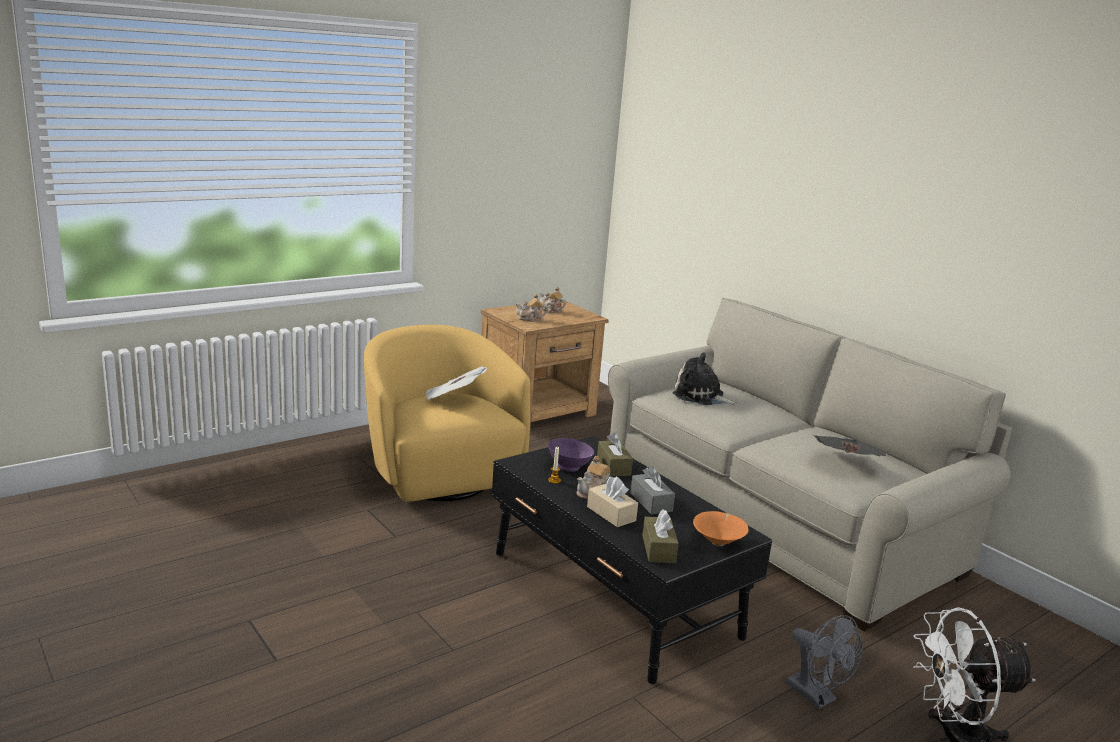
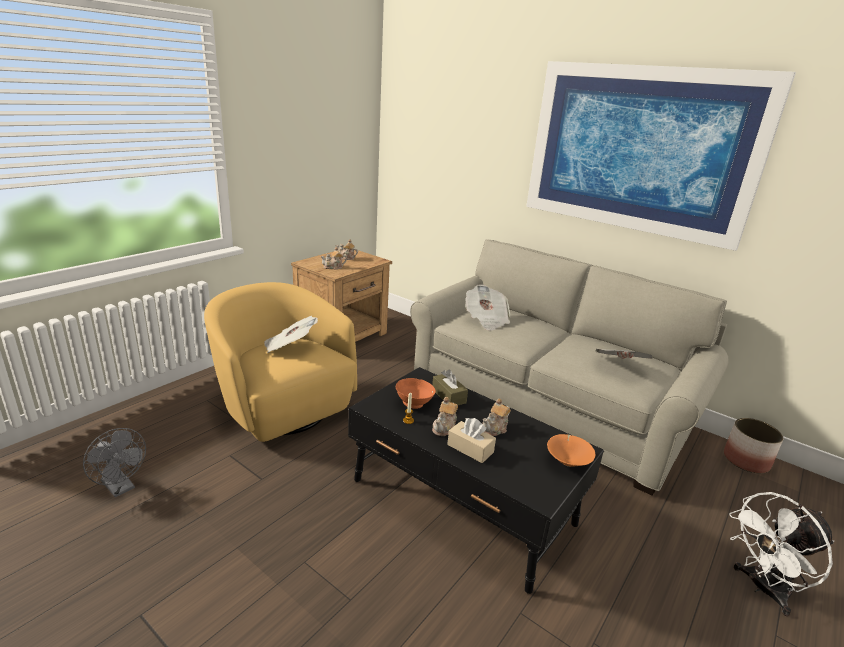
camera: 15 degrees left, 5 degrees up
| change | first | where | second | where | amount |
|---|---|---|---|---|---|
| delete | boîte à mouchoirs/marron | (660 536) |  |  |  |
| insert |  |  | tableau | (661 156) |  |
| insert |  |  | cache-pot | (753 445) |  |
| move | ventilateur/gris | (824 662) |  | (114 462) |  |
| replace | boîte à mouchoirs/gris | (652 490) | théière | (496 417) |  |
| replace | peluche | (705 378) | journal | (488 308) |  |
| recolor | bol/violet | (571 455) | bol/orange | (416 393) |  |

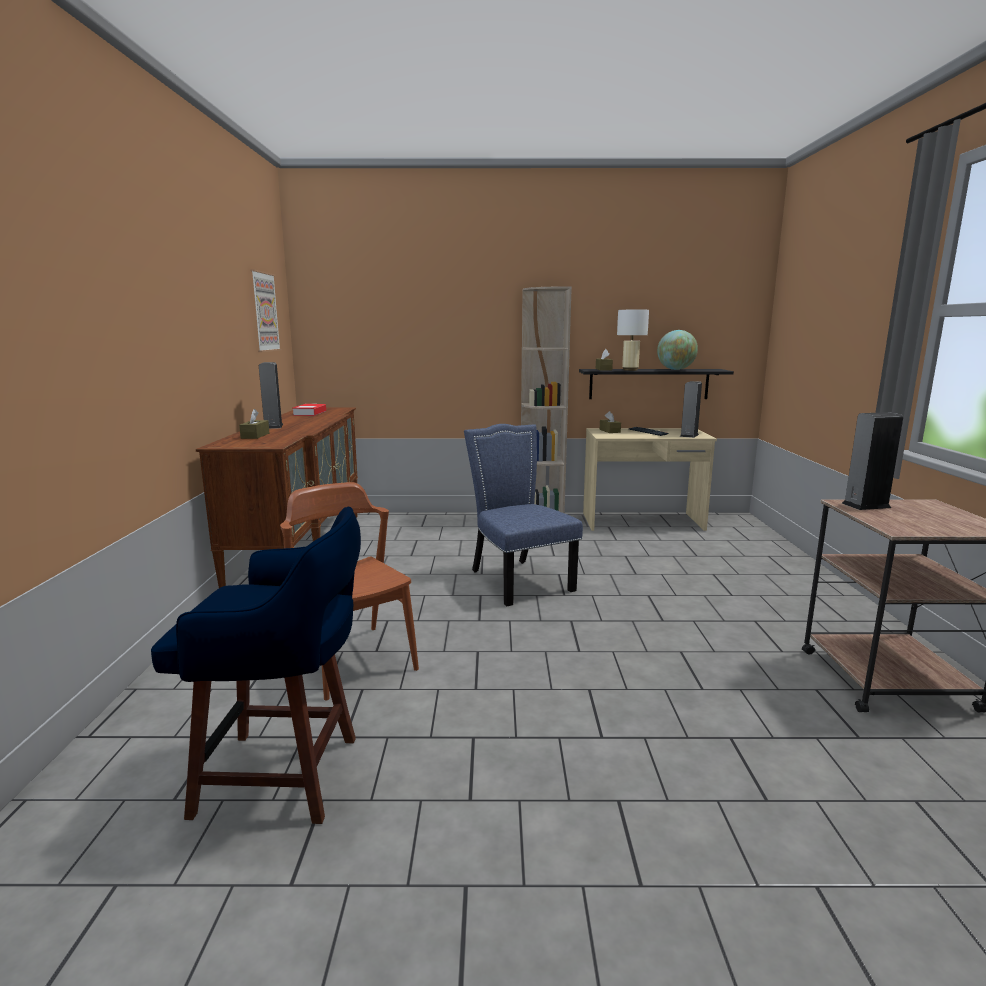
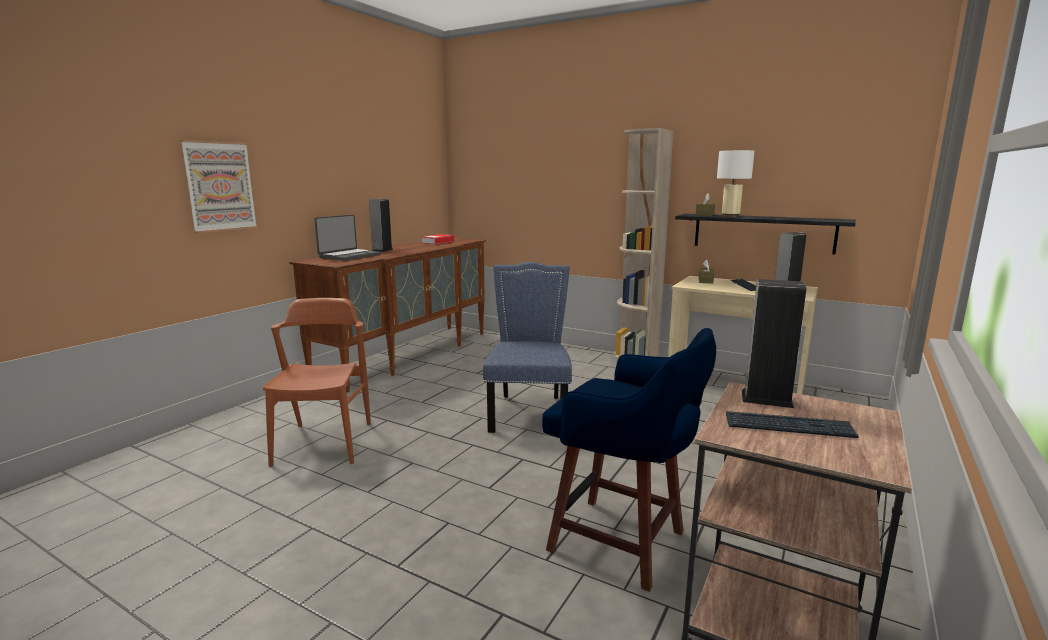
camera: 30 degrees right, 0 degrees up
| change | first | where | second | where | amount |
|---|---|---|---|---|---|
| delete | globe | (677 350) |  |  |  |
| insert |  |  | clavier | (792 424) |  |
| move | tabouret/bleu | (256 665) |  | (629 460) |  |
| move | tableau | (266 310) |  | (219 186) |  |
| replace | boîte à mouchoirs/marron | (254 424) | ordinateur portable | (347 238) |  |

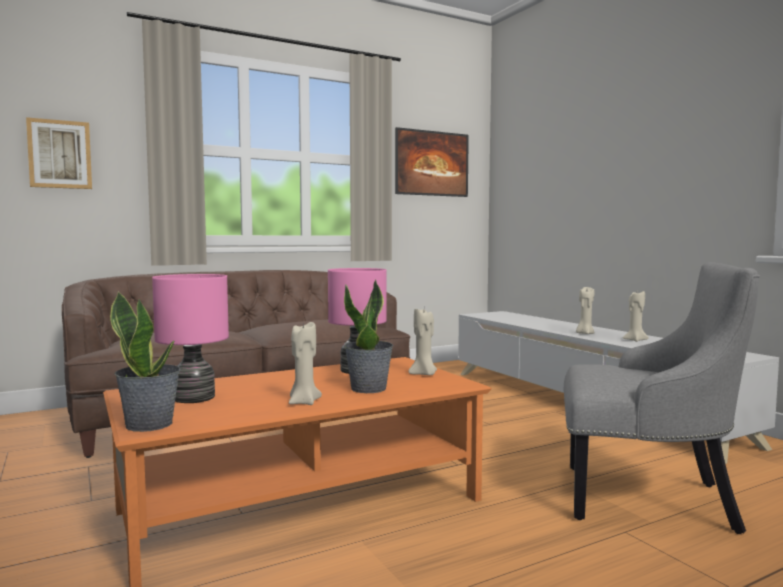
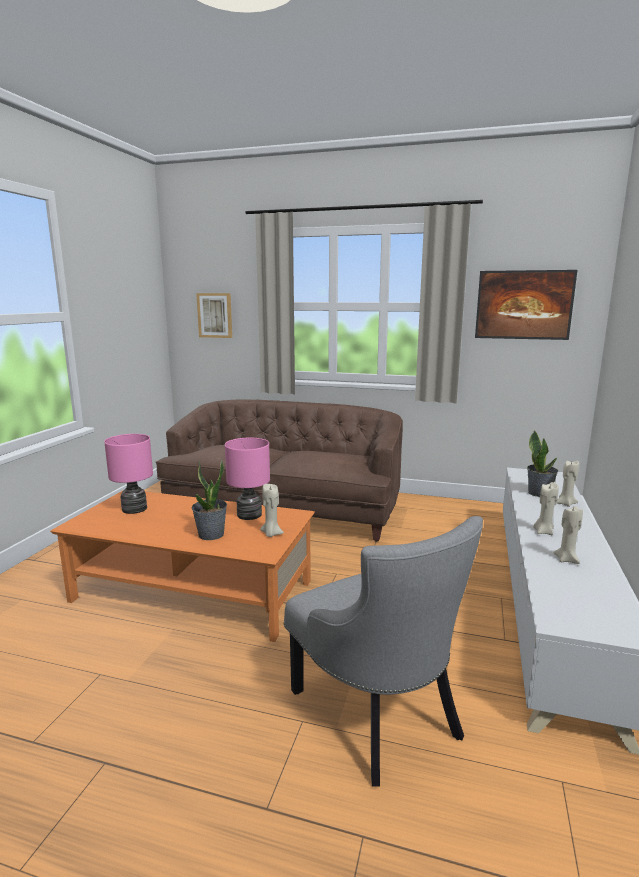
camera: 45 degrees right, 10 degrees up
| change | first | where | second | where | amount |
|---|---|---|---|---|---|
| move | plante en pot | (145 361) |  | (542 463) |  |
| move | bougie/beige | (305 363) |  | (568 484) |  |

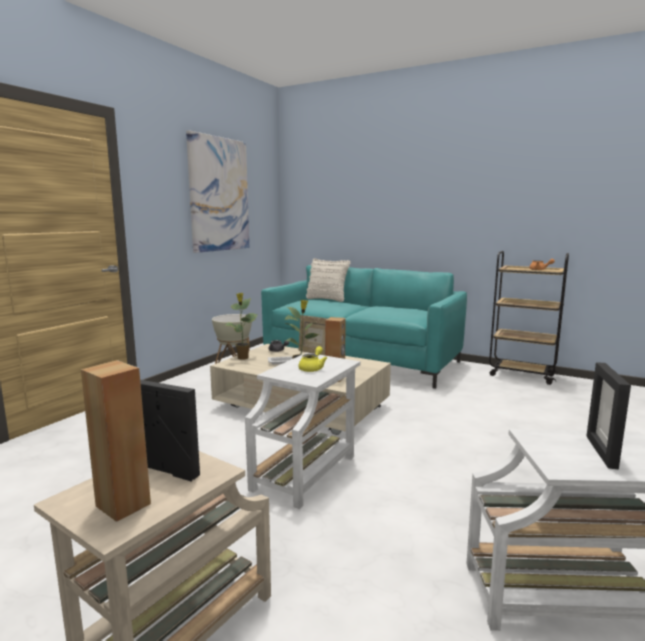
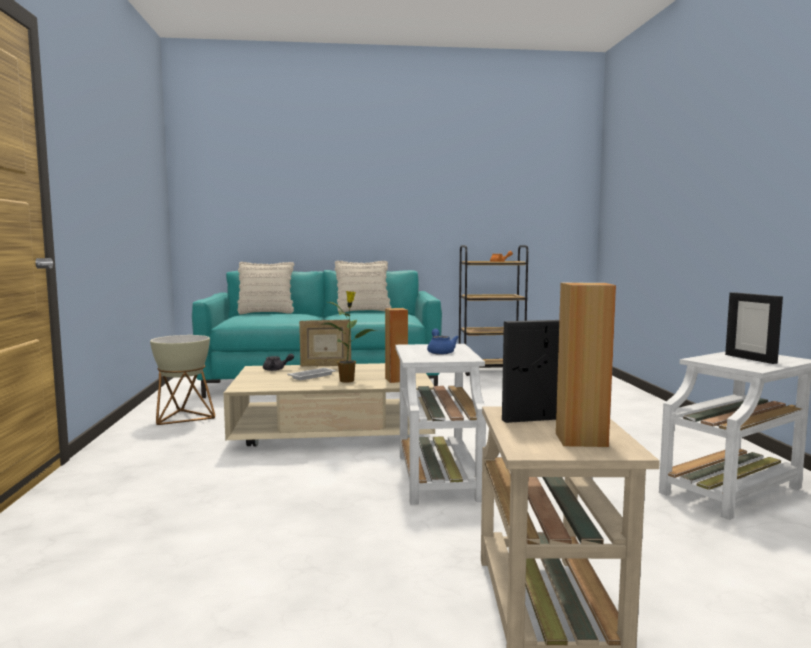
camera: 35 degrees left, 5 degrees down
| change | first | where | second | where | amount |
|---|---|---|---|---|---|
| delete | tableau | (217 191) |  |  |  |
| delete | plante en pot | (241 326) |  |  |  |
| insert |  |  | coussin/beige | (363 286) |  |
| recolor | théière/jaune | (312 359) | théière/bleu | (443 342) |  |

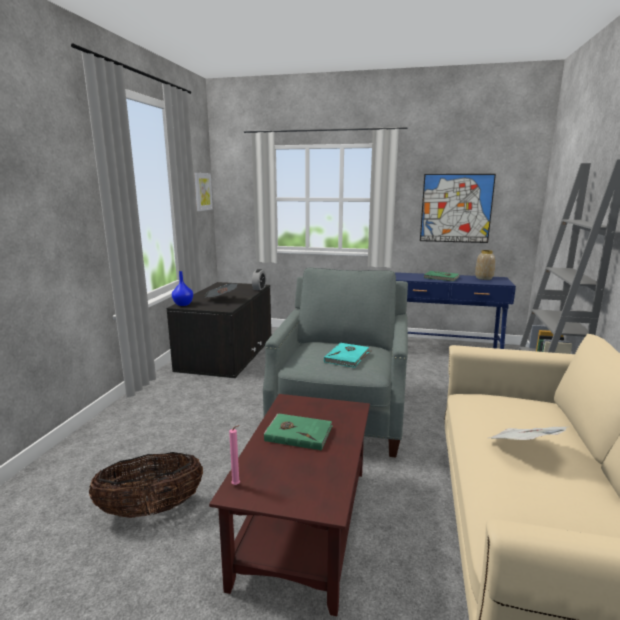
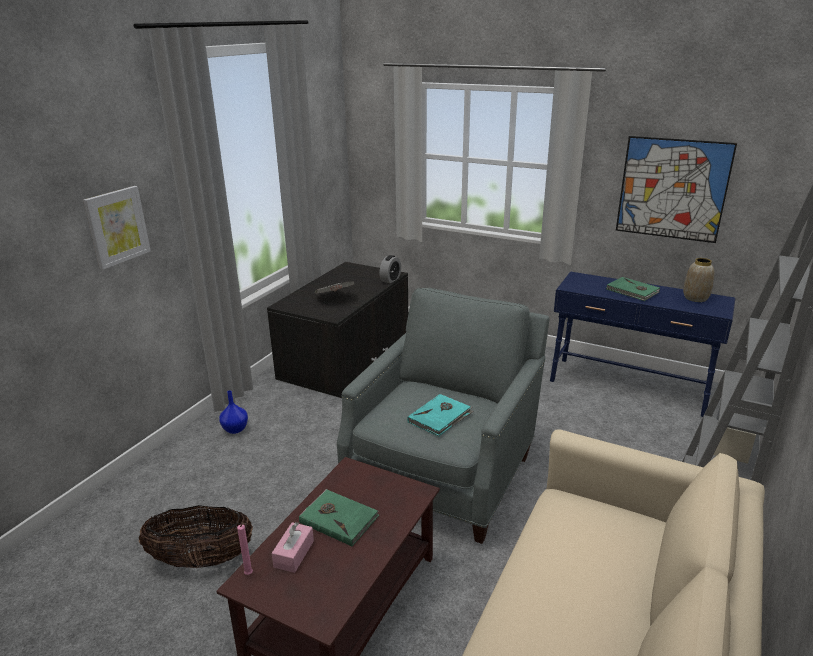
camera: 15 degrees right, 10 degrees up
| change | first | where | second | where | amount |
|---|---|---|---|---|---|
| delete | journal | (527 433) |  |  |  |
| insert |  |  | boîte à mouchoirs/rose | (293 547) |  |
| move | vase/bleu | (182 288) |  | (233 412) |  |
| move | tableau | (203 192) |  | (117 228) |  |

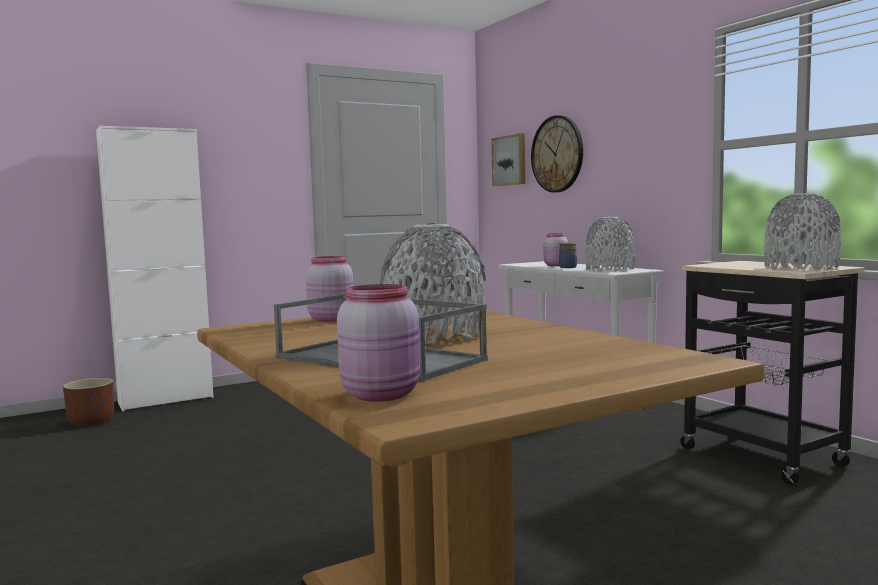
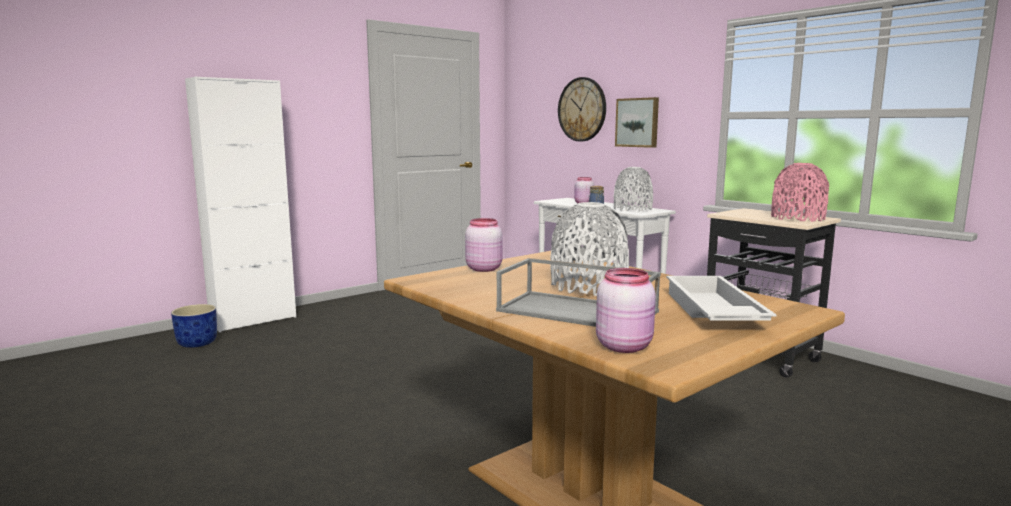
camera: 10 degrees left, 5 degrees up
| change | first | where | second | where | amount |
|---|---|---|---|---|---|
| insert |  |  | plateau/blanc | (721 298) |  |
| move | tableau | (508 159) |  | (637 122) |  |
| recolor | cache-pot/marron | (88 402) | cache-pot/bleu | (194 326) |  |
| recolor | vase/gris | (802 231) | vase/rose | (800 192) |  |

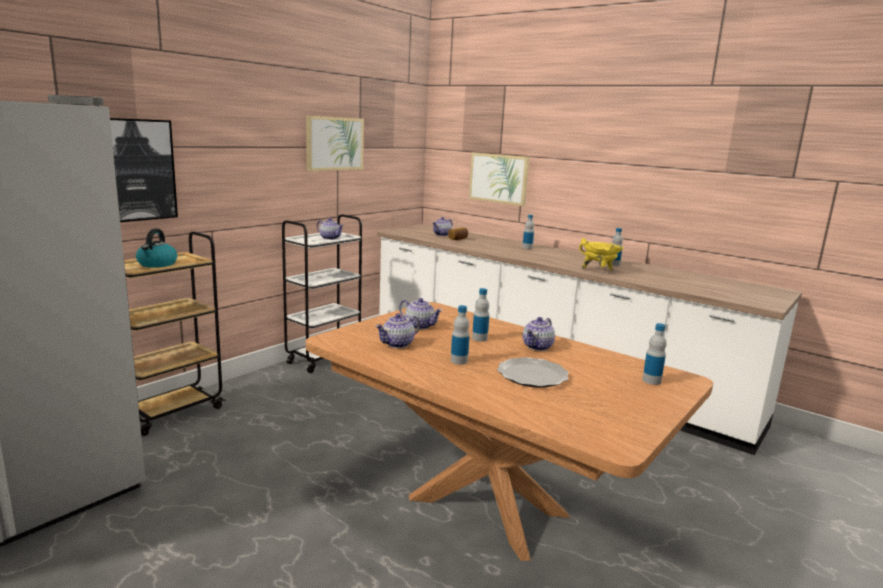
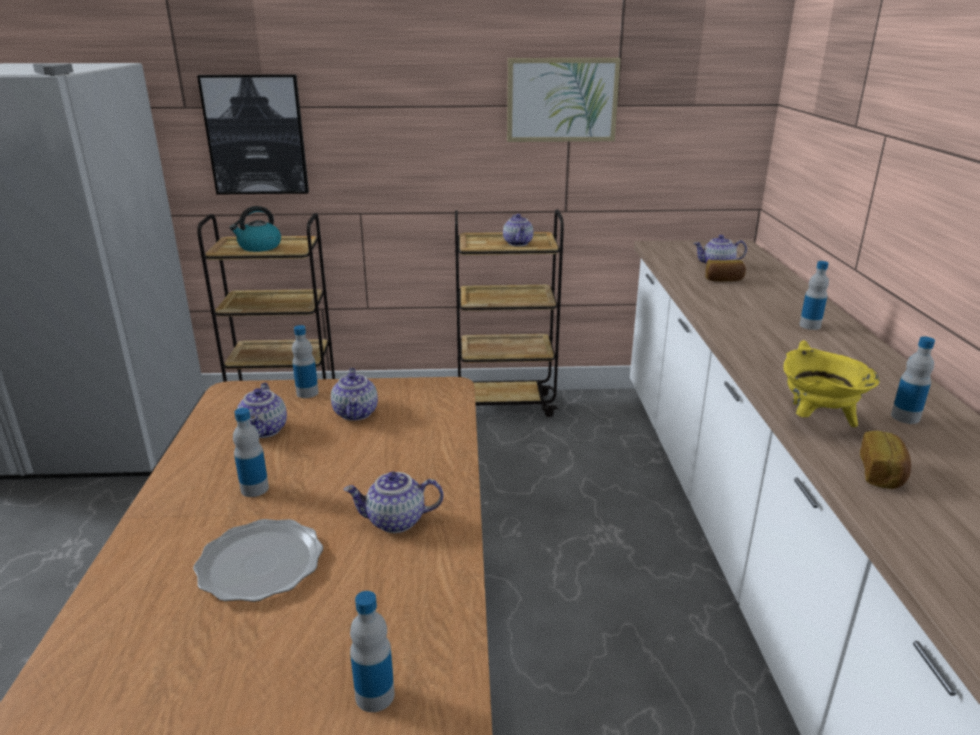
camera: 50 degrees right, 10 degrees up
| change | first | where | second | where | amount |
|---|---|---|---|---|---|
| delete | tableau | (499 179) |  |  |  |
| insert |  |  | pain | (885 460) |  |
| move | bouteille | (480 315) |  | (305 361) |  |
| recolor | chariot/blanc | (322 293) | chariot/marron | (509 313) |  |
| rotate | théière | (397 330) |  | (262 410) | 105 degrees counterclockwise |

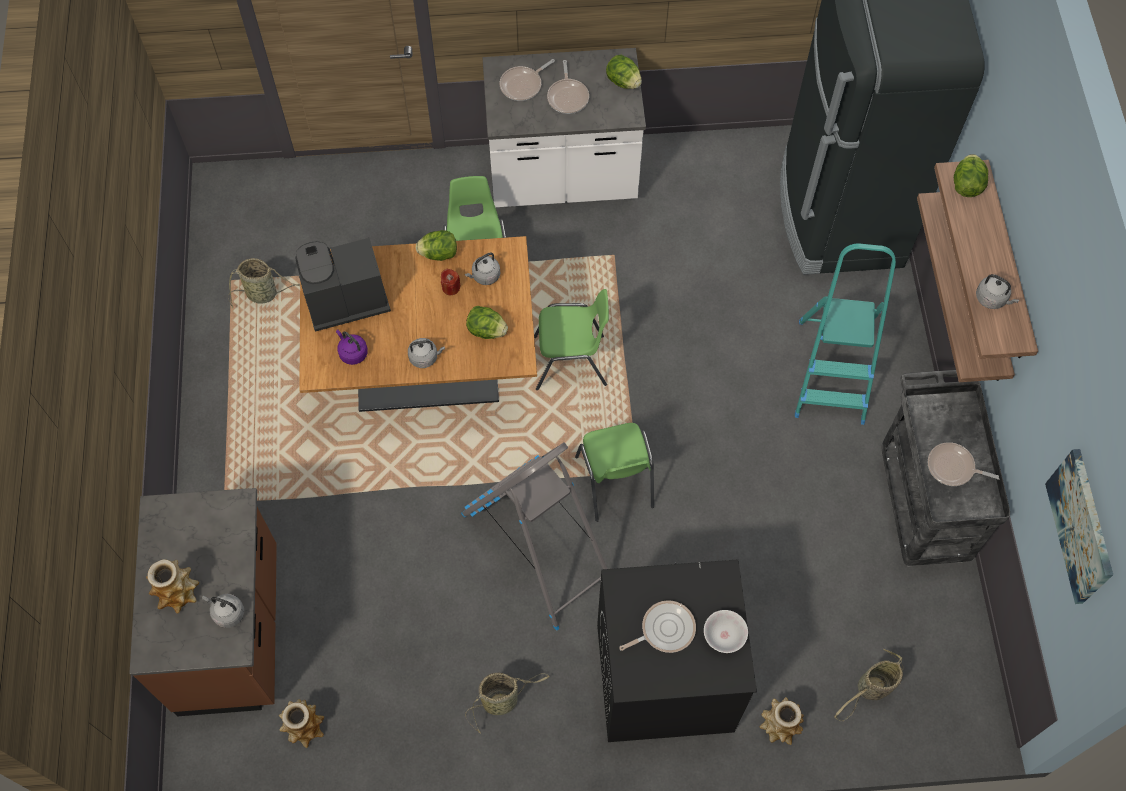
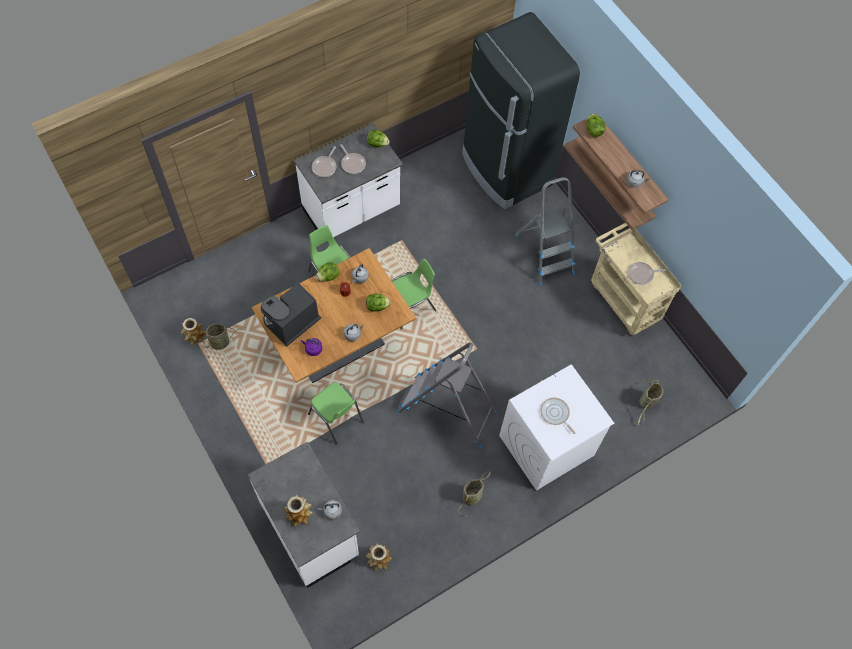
camera: 30 degrees left, 0 degrees up
| change | first | where | second | where | amount |
|---|---|---|---|---|---|
| delete | bol/blanc | (726 631) |  |  |  |
| delete | tableau | (1079 526) |  |  |  |
| move | chaise/vert | (614 472) |  | (336 413) |  |
| move | vase | (782 721) |  | (193 331) |  |
| recolor | comptoir de cuisine/marron | (203 602) | comptoir de cuisine/blanc | (304 515) |  |
| recolor | lave-linge/noir | (677 650) | lave-linge/blanc | (556 427) |  |
| recolor | escabeau/turquoise | (845 334) | escabeau/gris | (545 231) |  |
| recolor | chariot/noir | (945 468) | chariot/beige | (636 279) |  |
| rotate | poêle | (657 626) |  | (558 416) | 75 degrees counterclockwise |

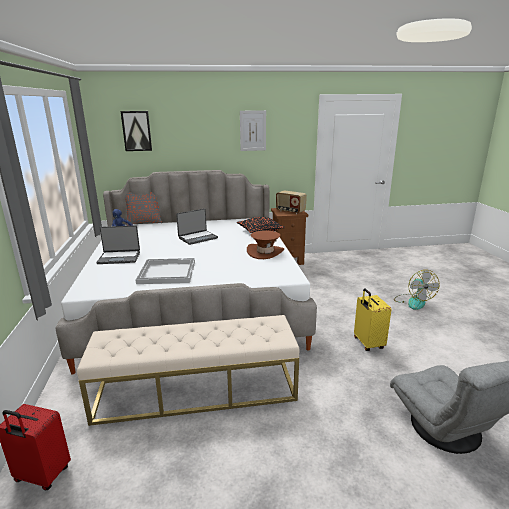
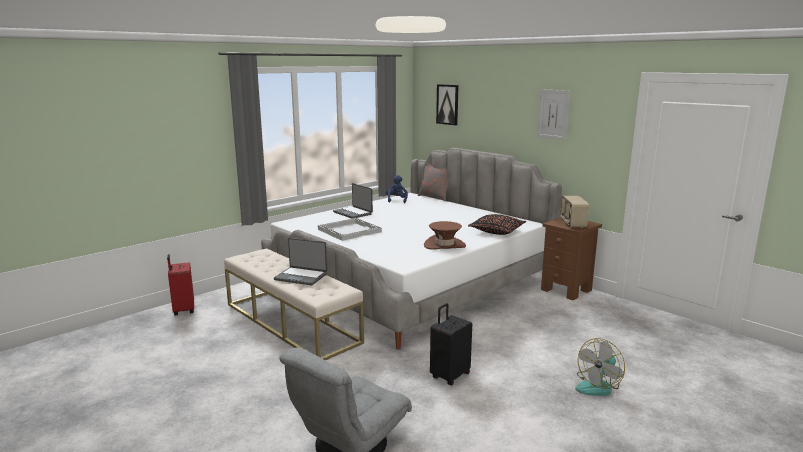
camera: 55 degrees right, 5 degrees down
| change | first | where | second | where | amount |
|---|---|---|---|---|---|
| move | ordinateur portable | (197 227) |  | (300 261) |  |
| recolor | valise/jaune | (372 319) | valise/noir | (451 344) |  |

